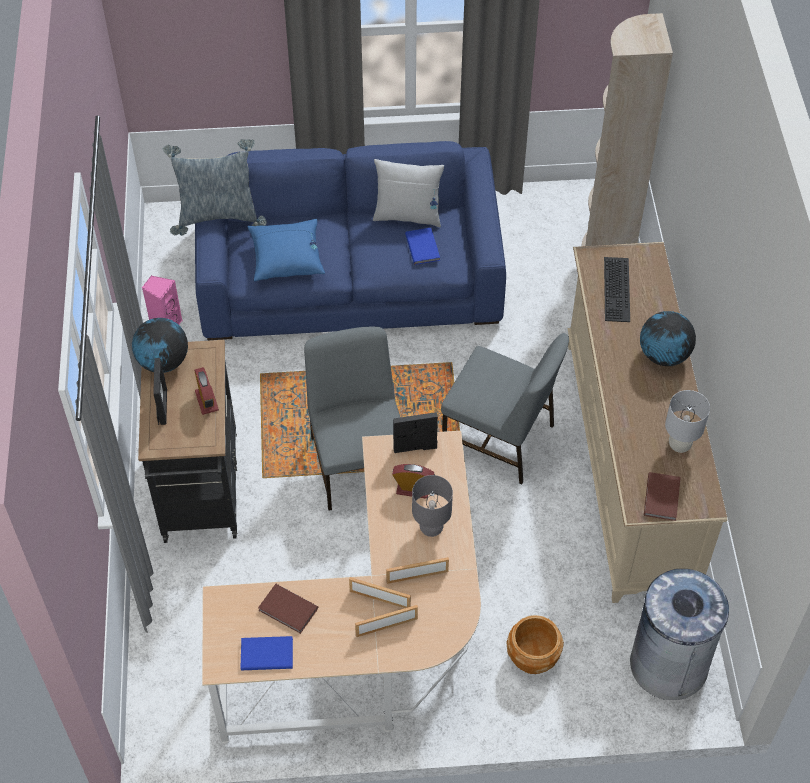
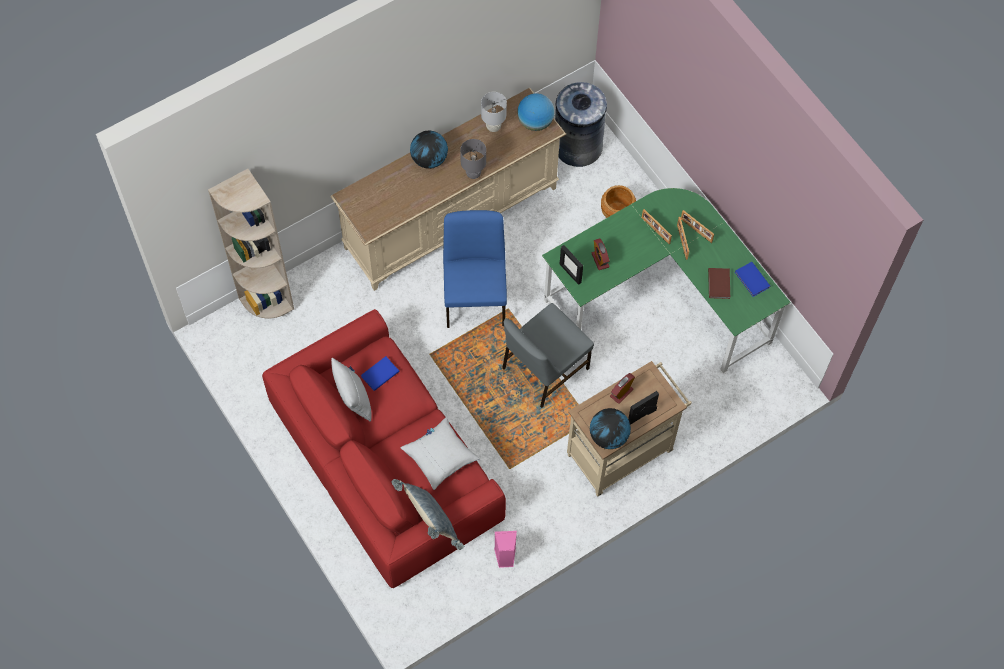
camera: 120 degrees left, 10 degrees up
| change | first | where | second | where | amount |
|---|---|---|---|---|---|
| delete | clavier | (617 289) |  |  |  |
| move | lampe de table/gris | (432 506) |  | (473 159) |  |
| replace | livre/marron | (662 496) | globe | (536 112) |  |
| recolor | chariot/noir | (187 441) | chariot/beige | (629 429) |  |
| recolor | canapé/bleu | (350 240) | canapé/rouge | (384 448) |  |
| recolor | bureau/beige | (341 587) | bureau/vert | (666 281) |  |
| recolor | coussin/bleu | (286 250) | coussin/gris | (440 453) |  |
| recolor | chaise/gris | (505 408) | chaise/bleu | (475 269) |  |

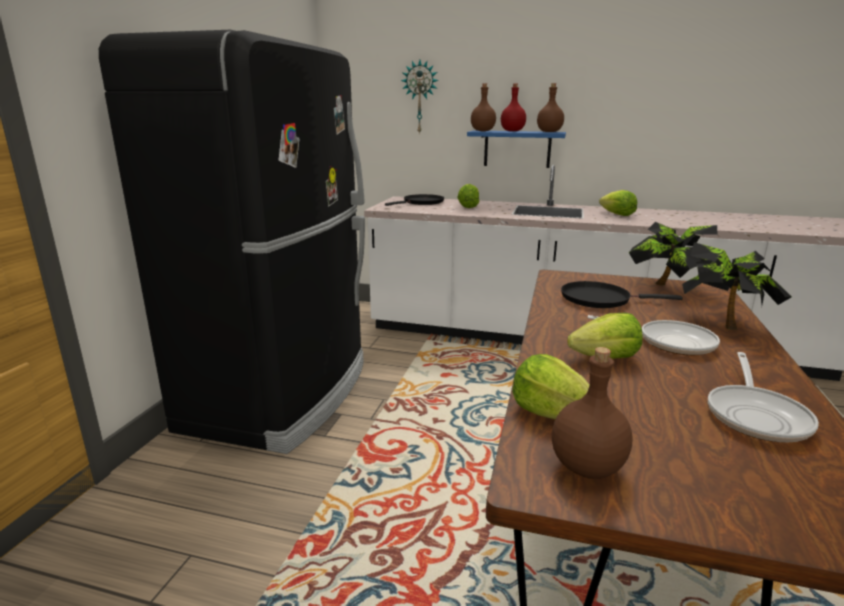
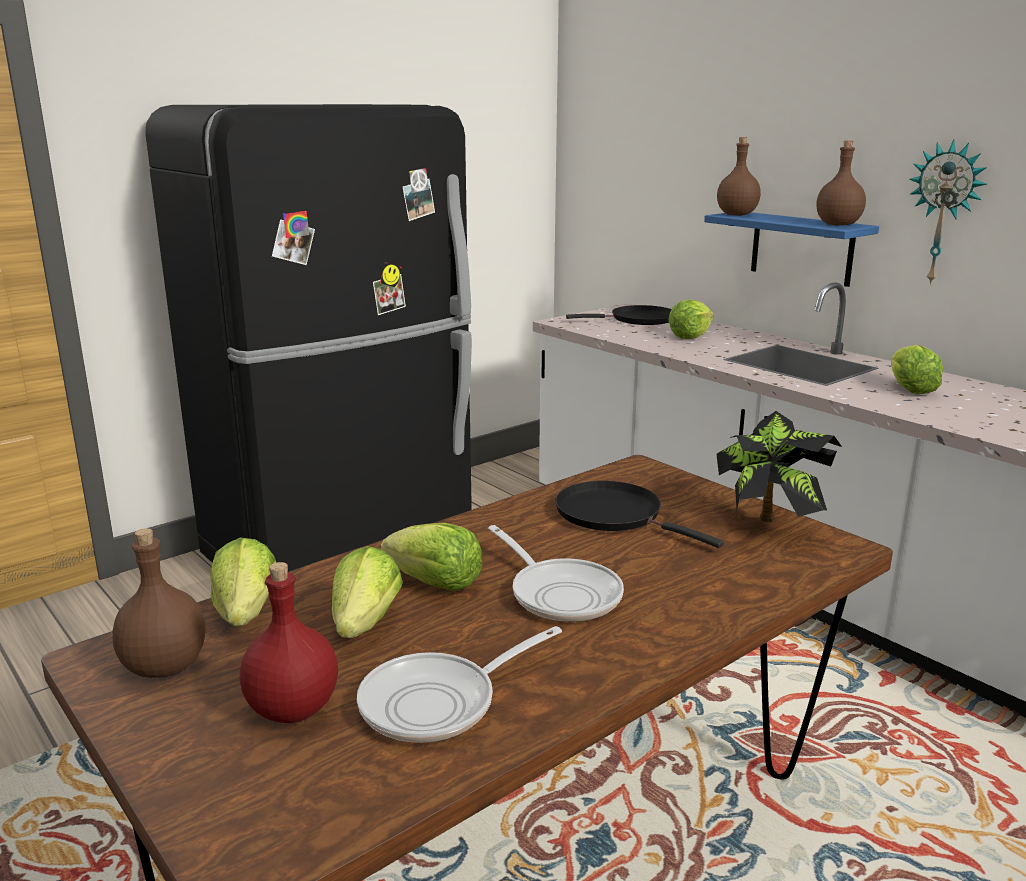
camera: 35 degrees right, 0 degrees up
| change | first | where | second | where | amount |
|---|---|---|---|---|---|
| delete | plante en pot | (737 286) |  |  |  |
| insert |  |  | laitue | (367 592) |  |
| move | horloge murale | (420 97) |  | (948 212) |  |
| move | bouteille/rouge | (513 107) |  | (289 642) |  |

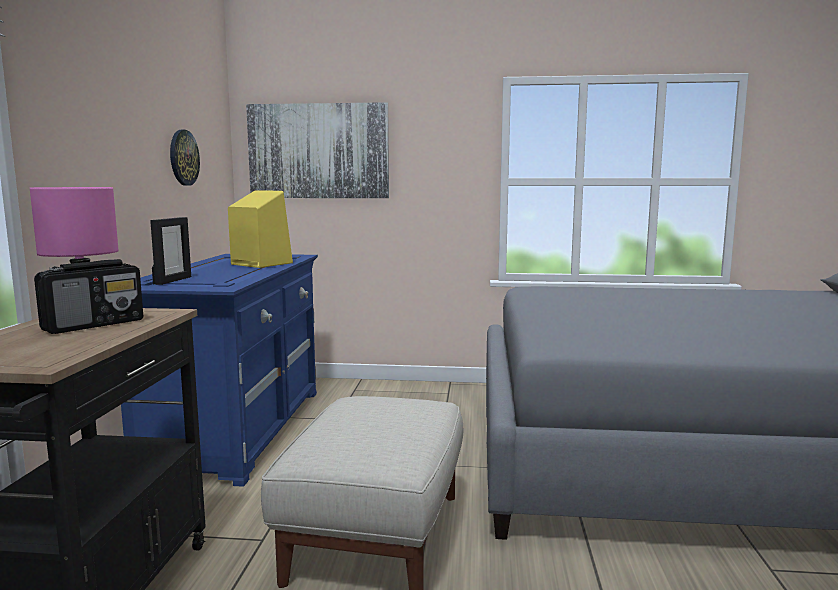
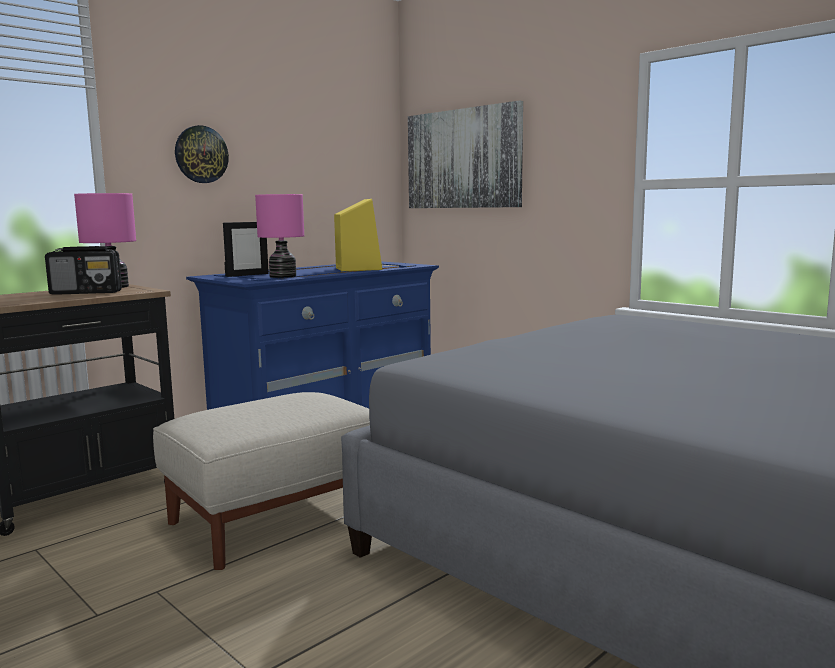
camera: 40 degrees right, 0 degrees up
| change | first | where | second | where | amount |
|---|---|---|---|---|---|
| insert |  |  | lampe de table/rose | (279 236) |  |
| move | horloge murale | (185 158) |  | (202 154) |  |

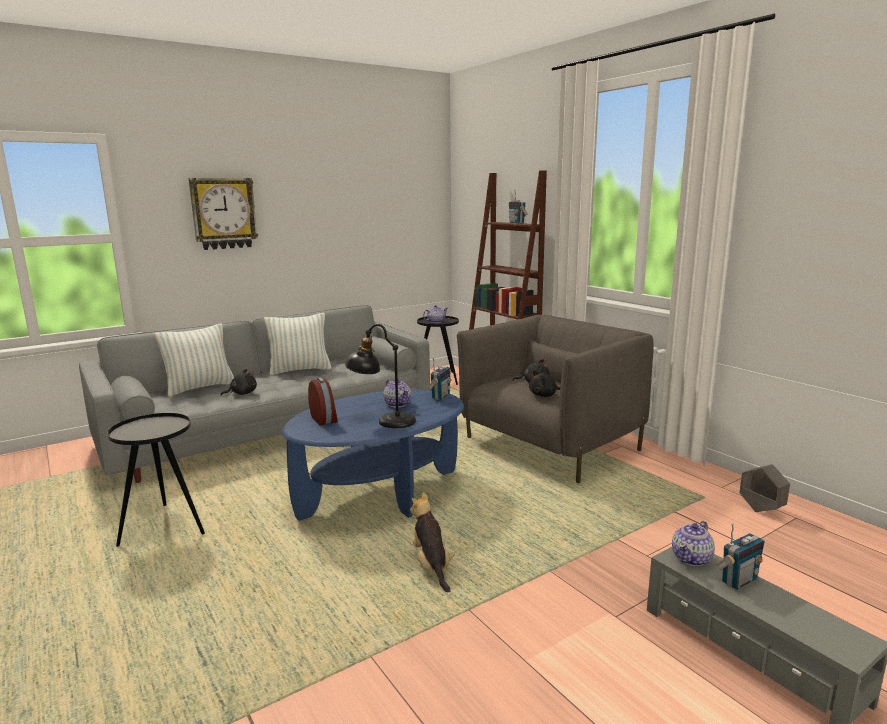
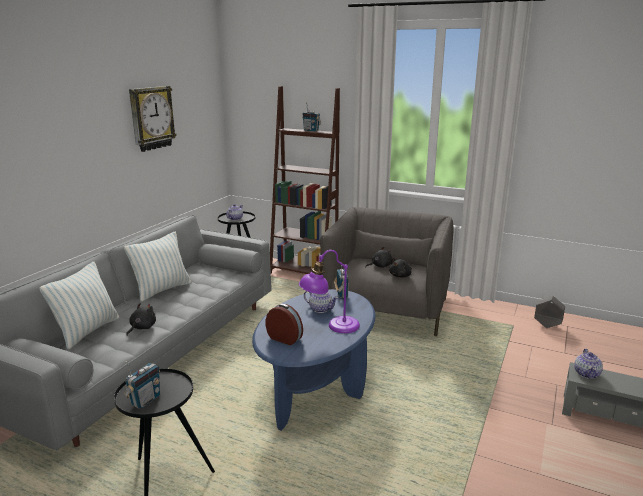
camera: 30 degrees left, 5 degrees up
| change | first | where | second | where | amount |
|---|---|---|---|---|---|
| delete | peluche | (432 542) |  |  |  |
| move | horloge murale | (223 214) |  | (153 119) |  |
| move | radio | (741 556) |  | (142 385) |  |
| recolor | lampe de table/noir | (380 376) | lampe de table/violet | (329 291) |  |

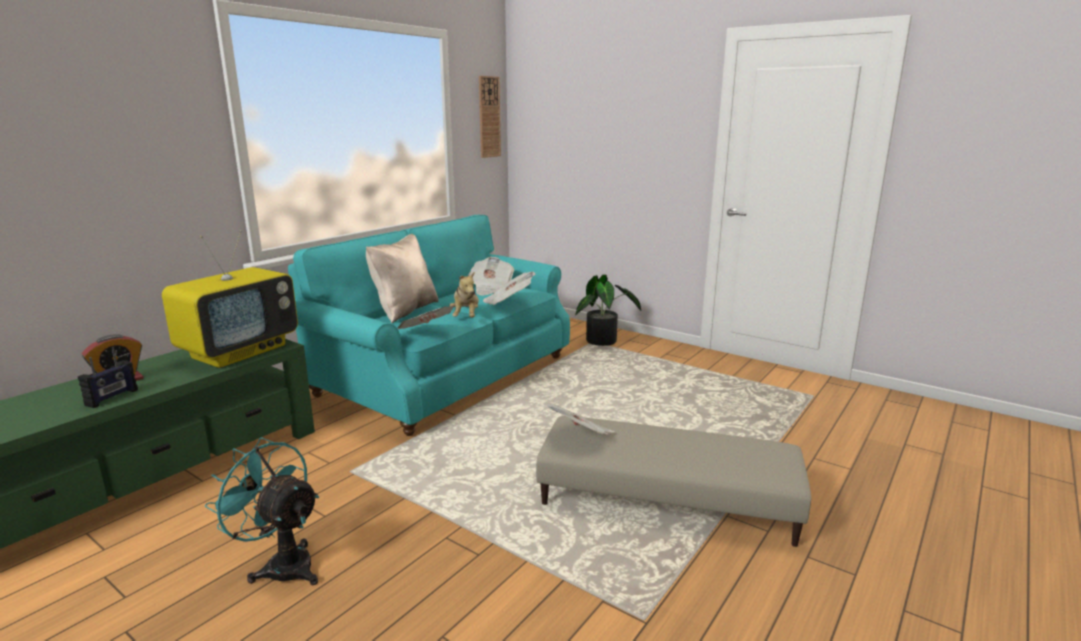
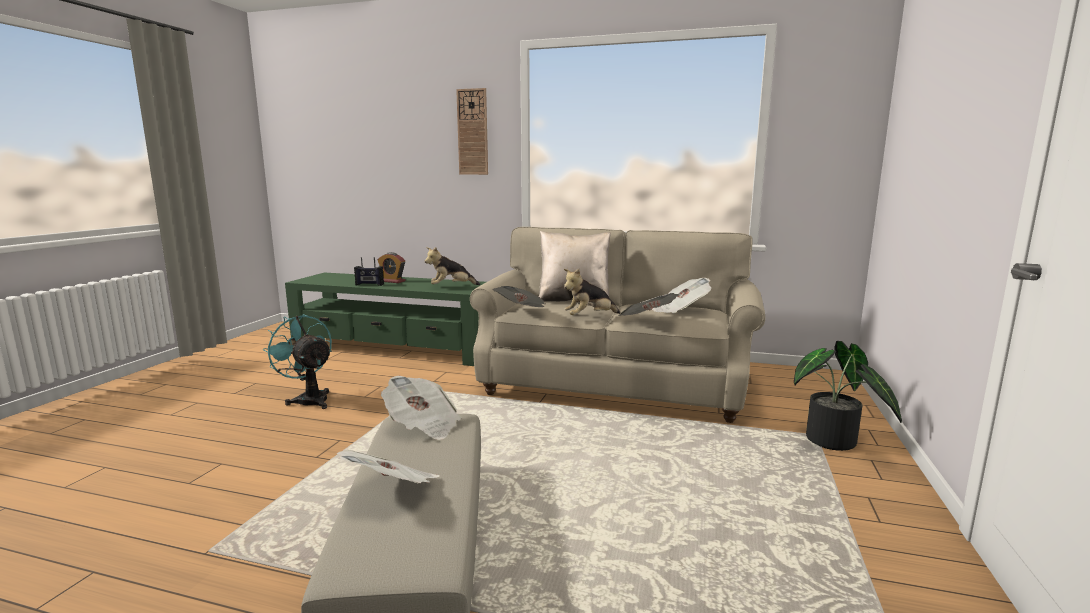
camera: 70 degrees right, 5 degrees down
| change | first | where | second | where | amount |
|---|---|---|---|---|---|
| insert |  |  | journal | (388 467) |  |
| move | horloge murale | (490 117) |  | (472 131) |  |
| replace | téléviseur | (230 299) | peluche | (452 266) |  |
| recolor | canapé/turquoise | (429 325) | canapé/beige | (618 325) |  |
| rotate | ventilateur/turquoise | (262 511) |  | (297 361) | 60 degrees counterclockwise |

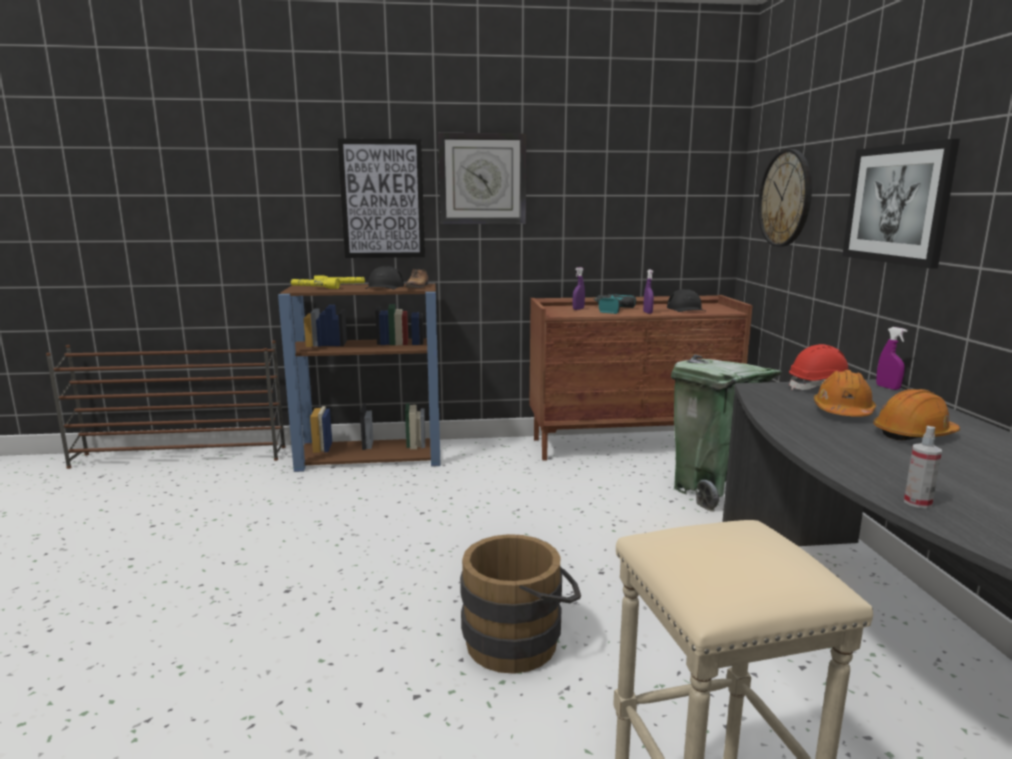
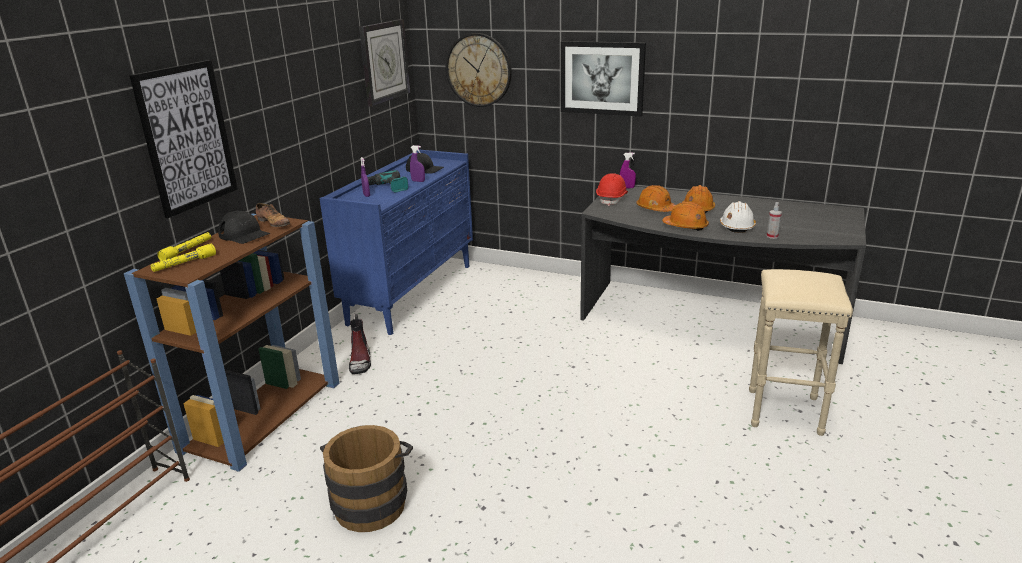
camera: 60 degrees left, 10 degrees up
| change | first | where | second | where | amount |
|---|---|---|---|---|---|
| delete | poubelle/vert | (726 433) |  |  |  |
| insert |  |  | botte | (360 343) |  |
| insert |  |  | casque de chantier/orange | (685 216) |  |
| insert |  |  | casque de chantier/blanc | (738 217) |  |
| move | horloge murale | (482 178) |  | (384 62) |  |
| move | seau/marron | (520 604) |  | (366 478) |  |
| recolor | meuble de rangement/marron | (641 377) | meuble de rangement/bleu | (396 242) |  |

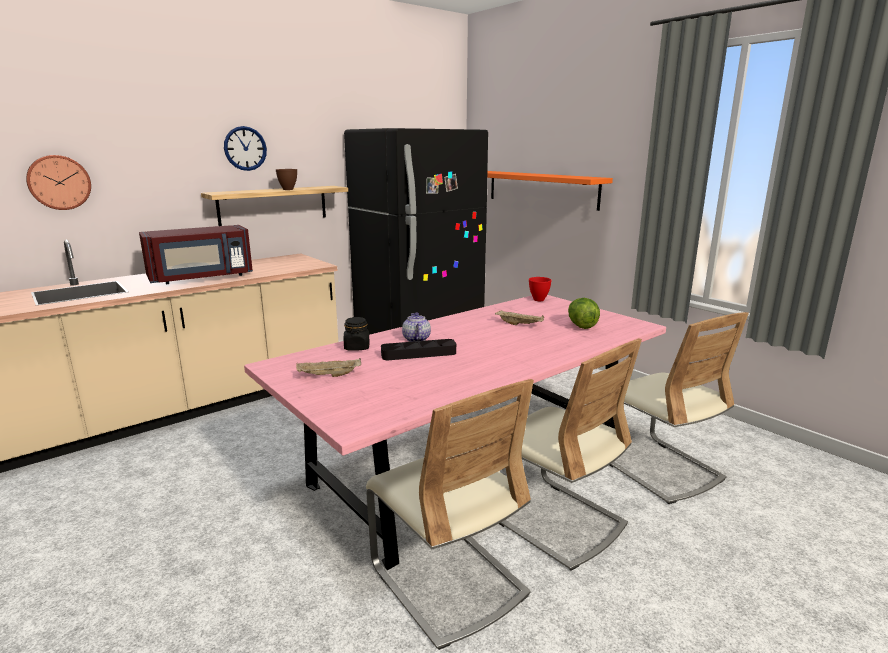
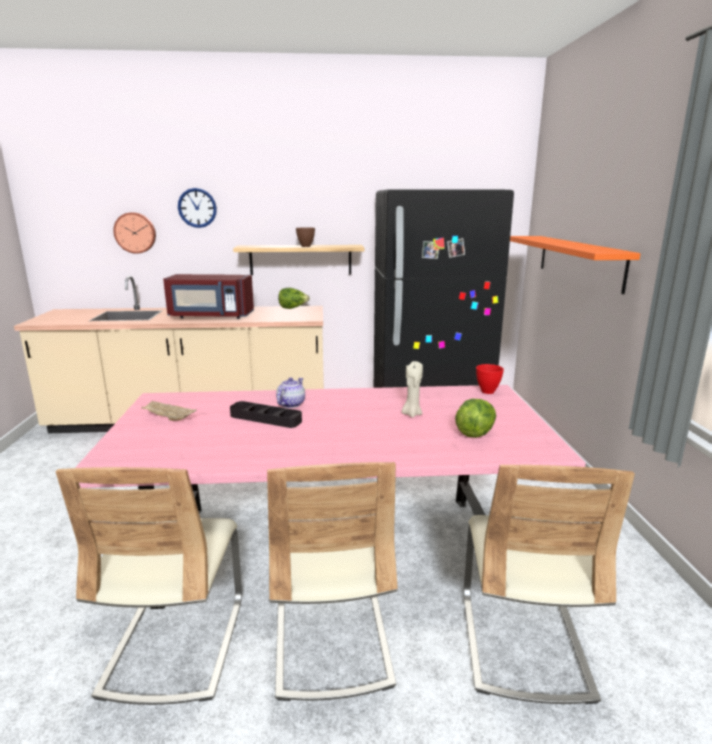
camera: 35 degrees right, 0 degrees up
| change | first | where | second | where | amount |
|---|---|---|---|---|---|
| delete | bocal/noir | (356 334) |  |  |  |
| insert |  |  | laitue | (294 298) |  |
| move | horloge murale | (245 148) |  | (197 208) |  |
| replace | plateau/beige | (519 317) | bougie/beige | (412 389) |  |

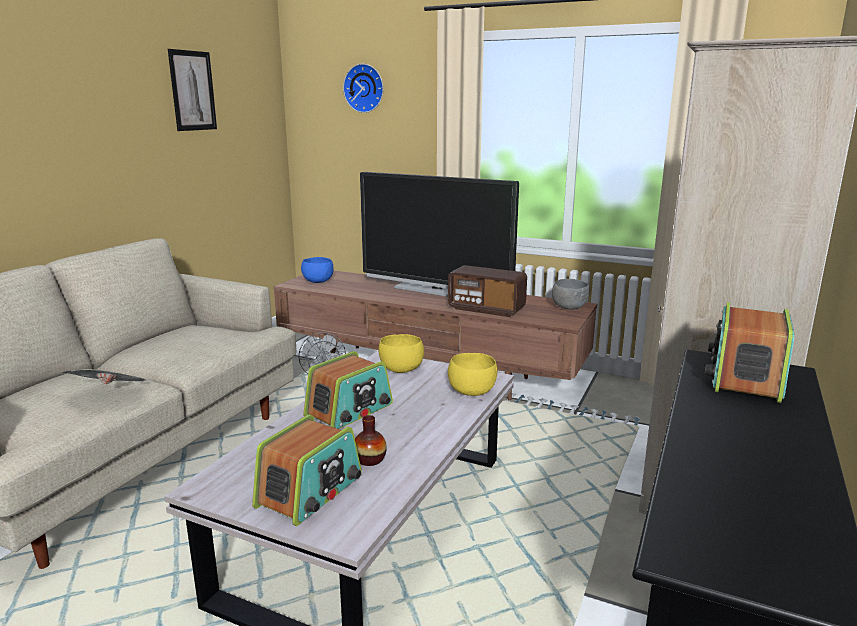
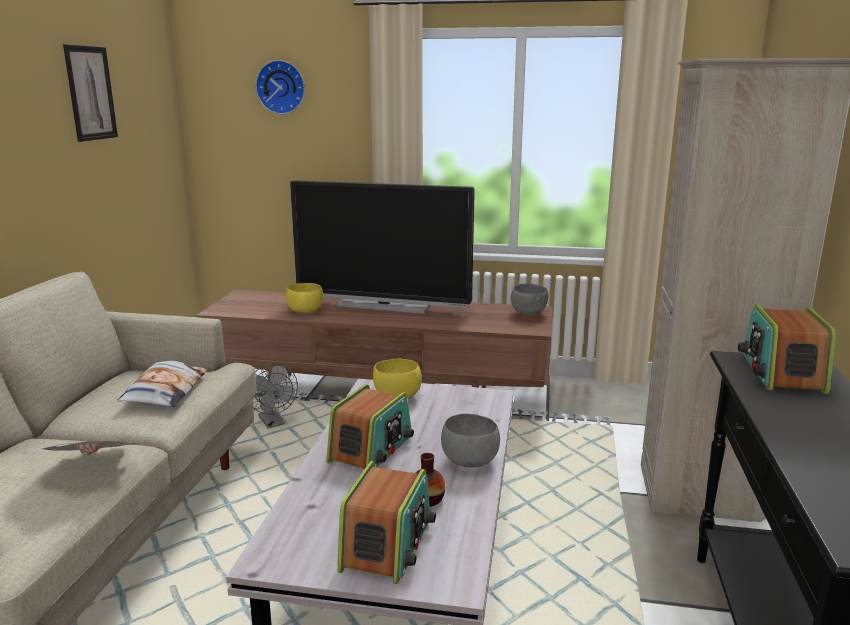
camera: 15 degrees left, 0 degrees up
| change | first | where | second | where | amount |
|---|---|---|---|---|---|
| delete | bol/bleu | (317 270) |  |  |  |
| delete | radio | (487 291) |  |  |  |
| insert |  |  | coussin | (162 384) |  |
| insert |  |  | bol/gris | (470 441) |  |
| move | bol/jaune | (472 374) |  | (304 298) |  |

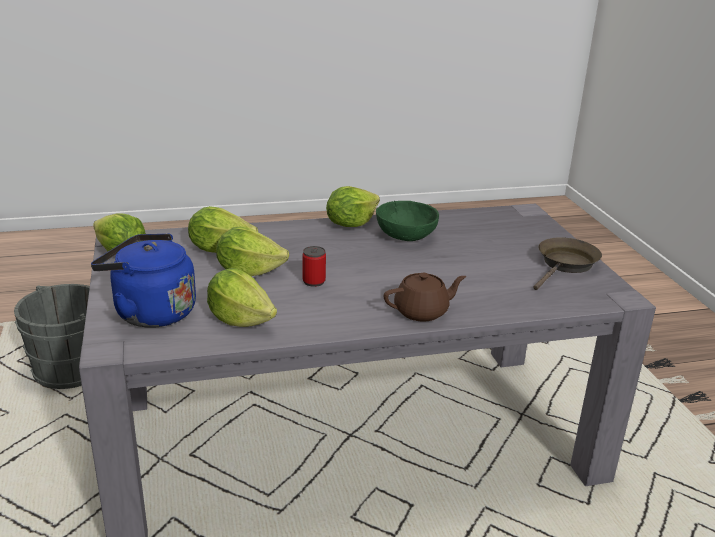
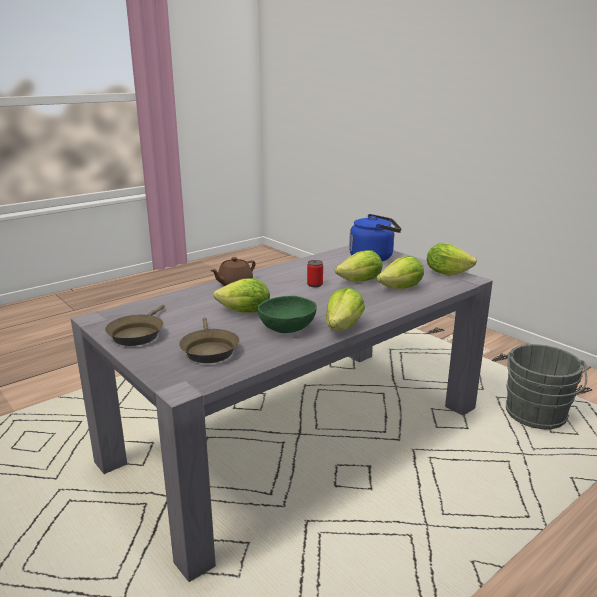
camera: 155 degrees right, 5 degrees down
| change | first | where | second | where | amount |
|---|---|---|---|---|---|
| insert |  |  | poêle/marron | (209 340) |  |
| move | laitue | (242 297) |  | (242 295) |  |

